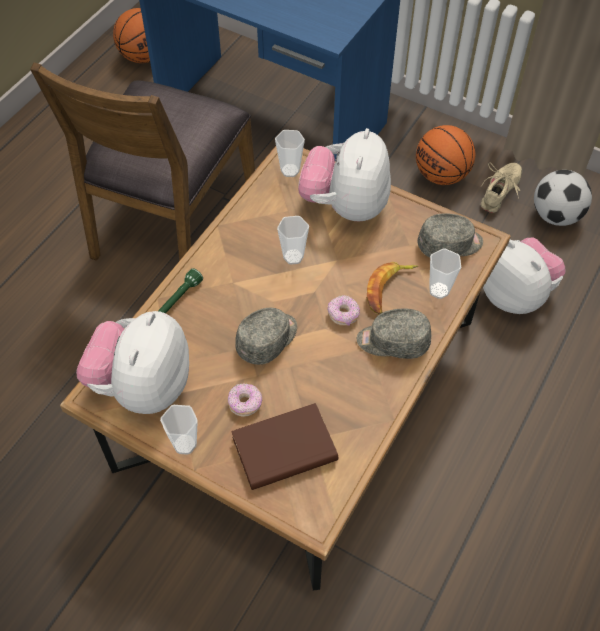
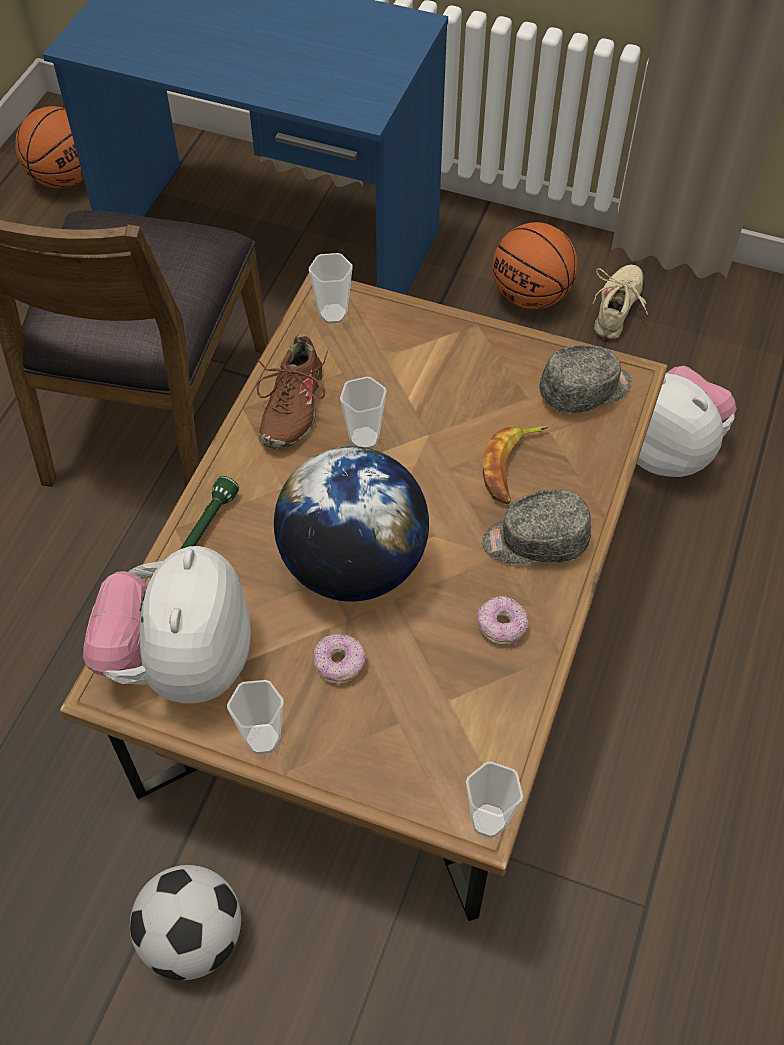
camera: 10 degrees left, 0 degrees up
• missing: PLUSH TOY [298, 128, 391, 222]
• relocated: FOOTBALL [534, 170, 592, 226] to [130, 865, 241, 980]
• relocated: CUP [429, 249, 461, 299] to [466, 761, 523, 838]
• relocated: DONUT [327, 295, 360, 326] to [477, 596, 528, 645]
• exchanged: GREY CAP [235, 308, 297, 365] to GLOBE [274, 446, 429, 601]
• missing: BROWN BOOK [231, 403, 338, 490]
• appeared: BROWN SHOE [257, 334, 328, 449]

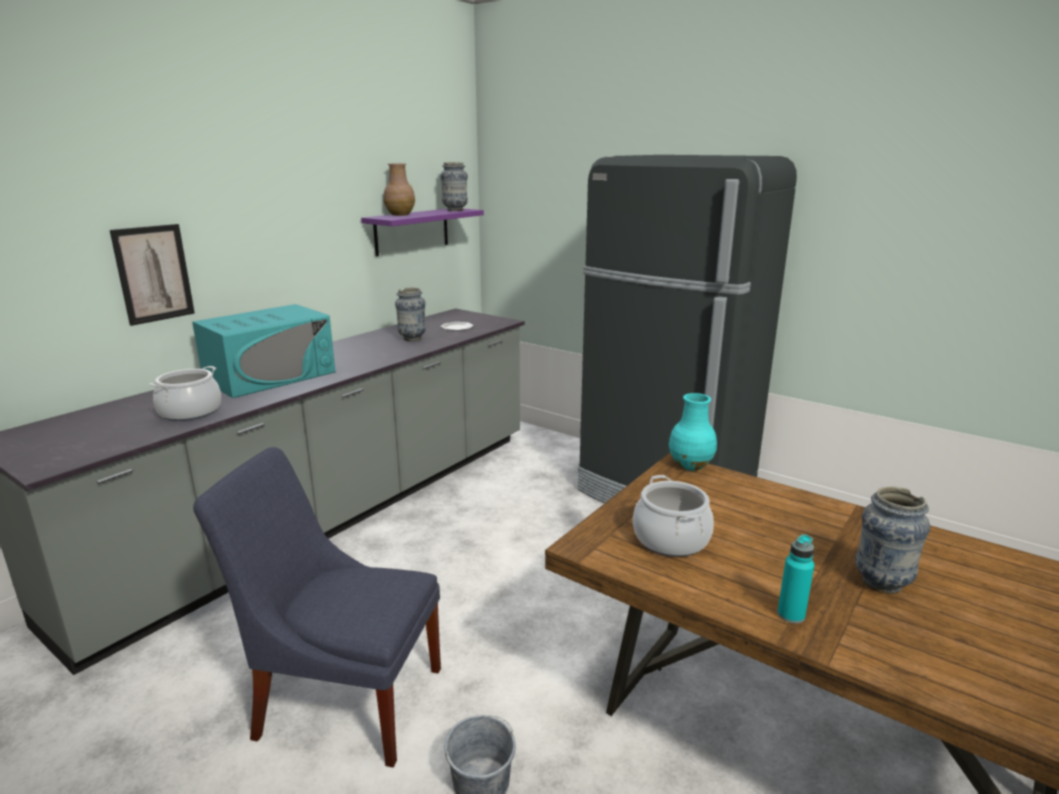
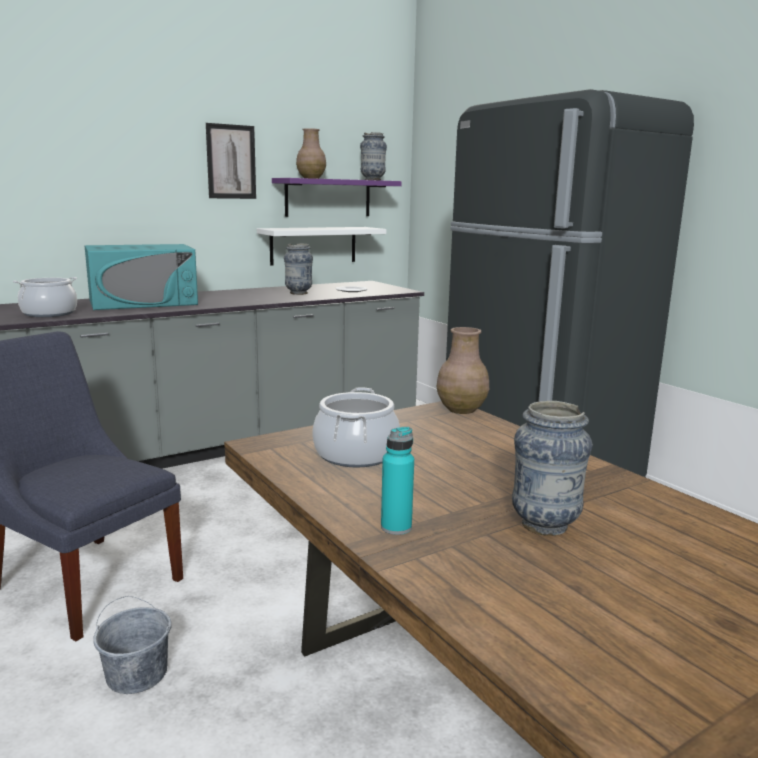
camera: 20 degrees right, 5 degrees down
• relocated: PICTURE [110, 224, 195, 326] to [206, 123, 256, 199]
• colour: TURQUOISE VASE [669, 393, 717, 471] to BROWN VASE [437, 327, 489, 414]
• appeared: WHITE SHELF [257, 227, 386, 266]

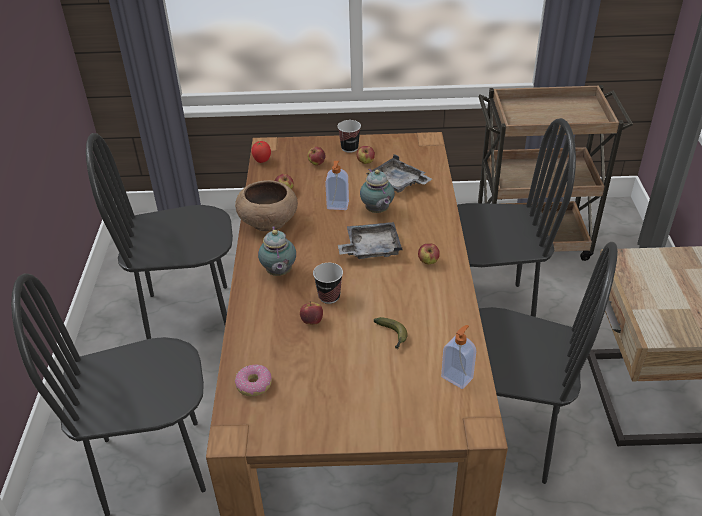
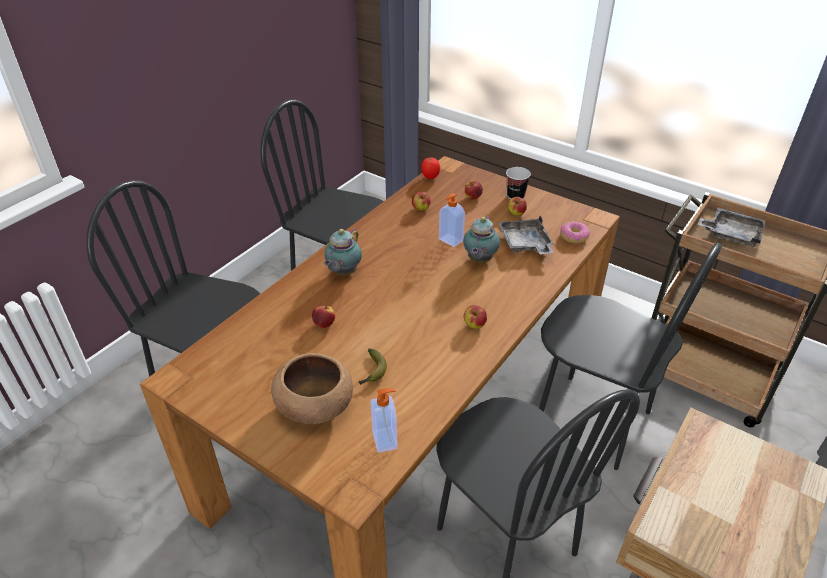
camera: 35 degrees right, 0 degrees up
• relocated: BROWN BOWL [235, 180, 298, 231] to [271, 353, 353, 424]
• relocated: GREY TRAY [338, 222, 403, 259] to [698, 208, 766, 247]
• missing: CUP [313, 263, 343, 304]
• relocated: DONUT [235, 365, 272, 397] to [560, 222, 590, 243]

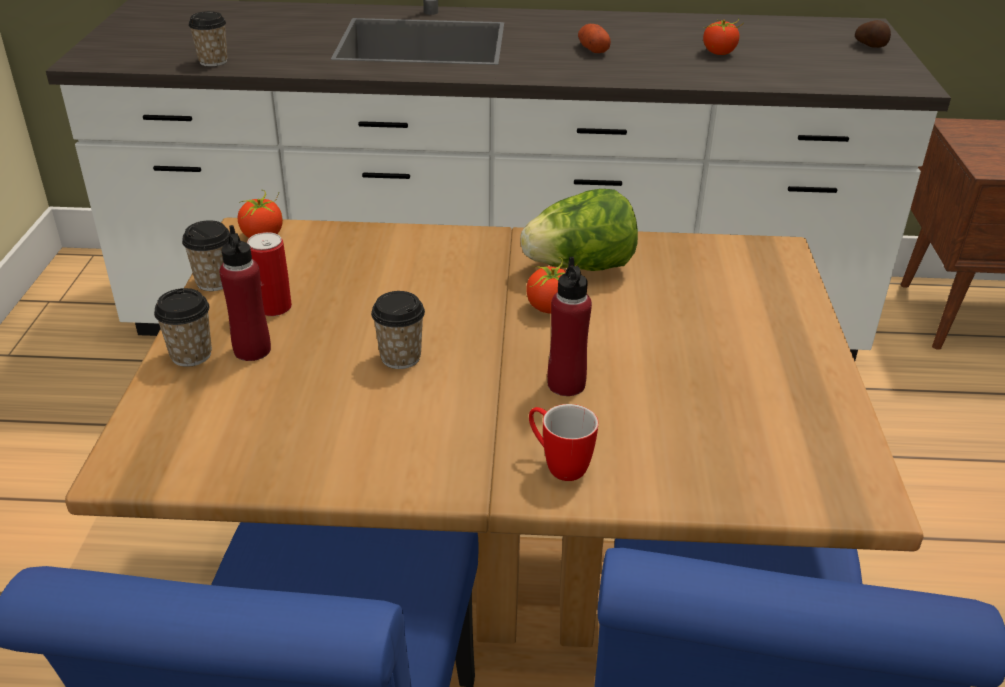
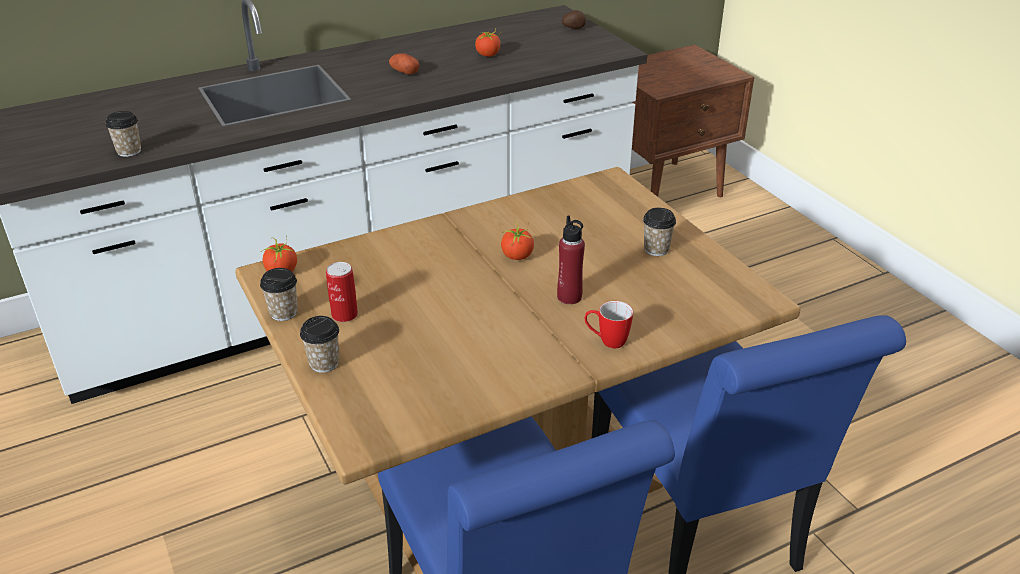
camera: 30 degrees left, 0 degrees up
• missing: LETTUCE [520, 189, 638, 271]
• missing: RED BOTTLE [219, 225, 271, 361]
• relocated: CUP [371, 291, 425, 369] to [643, 208, 676, 256]

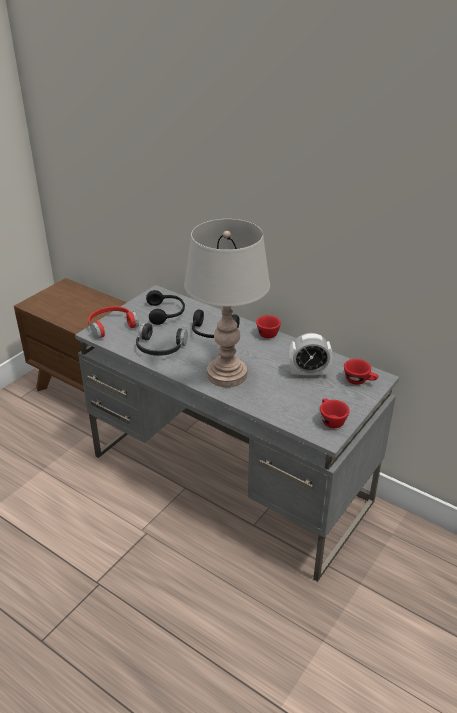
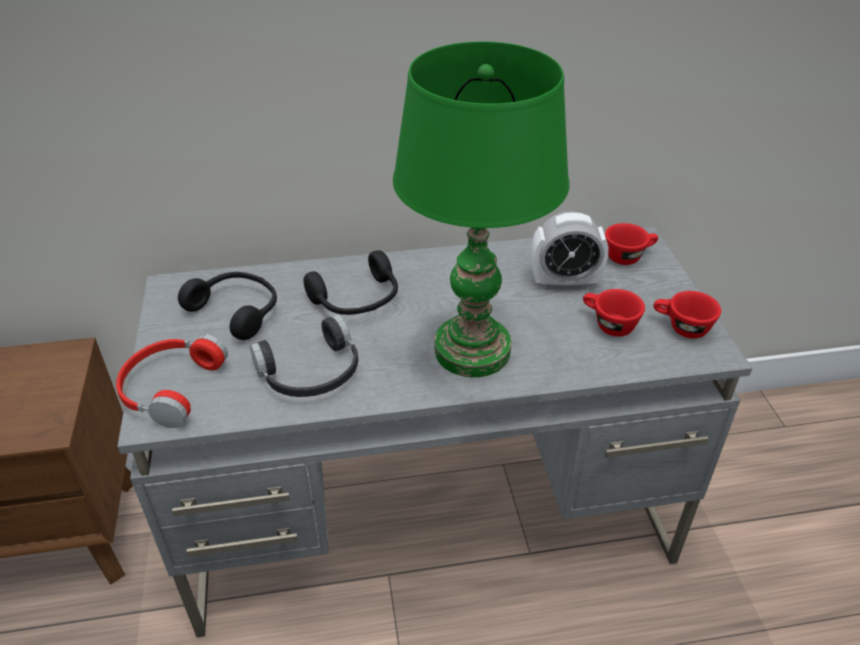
camera: 45 degrees left, 5 degrees up
• colour: GREY TABLE LAMP [184, 219, 270, 387] to GREEN TABLE LAMP [393, 41, 569, 377]
• relocated: RED CUP [256, 315, 281, 338] to [583, 289, 645, 337]
• spun: ALARM CLOCK [289, 333, 333, 378] = [532, 212, 608, 290] 45 degrees clockwise

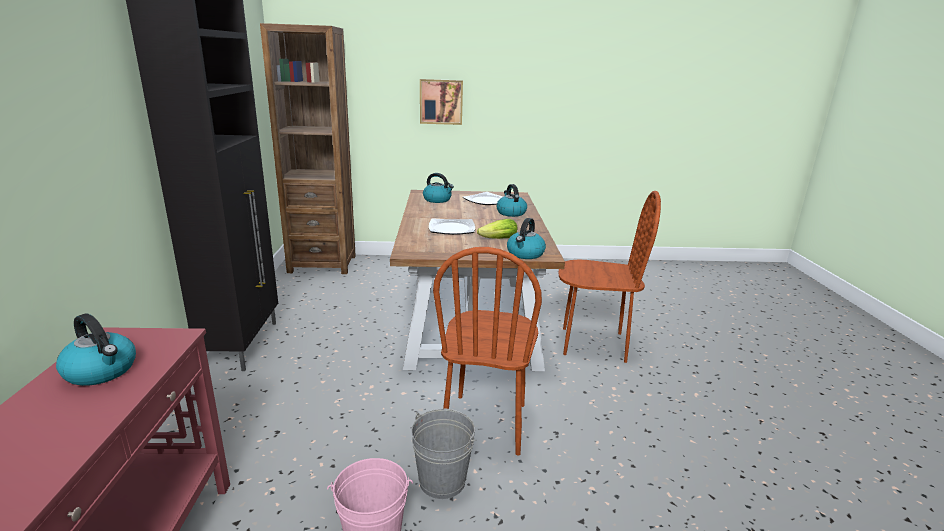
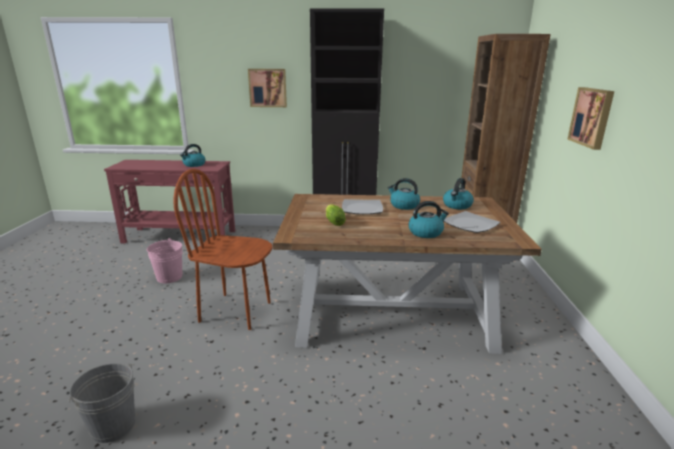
camera: 95 degrees right, 0 degrees up
• missing: BROWN CHAIR [559, 191, 661, 363]
• relocated: KETTLE [507, 218, 546, 259] to [388, 178, 420, 210]
• relocated: GREY BUCKET [411, 408, 476, 499] to [69, 363, 135, 443]
• appeared: PICTURE [248, 69, 287, 107]

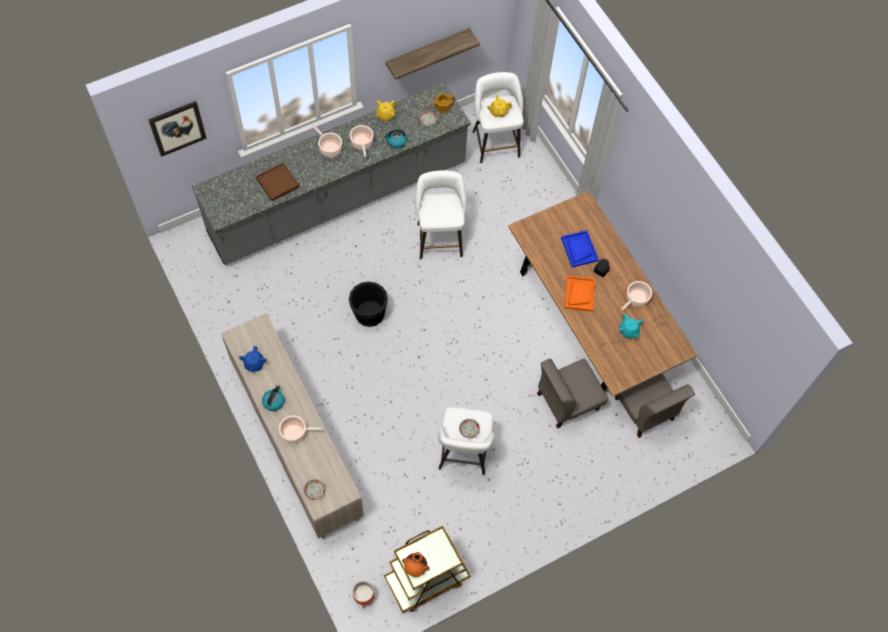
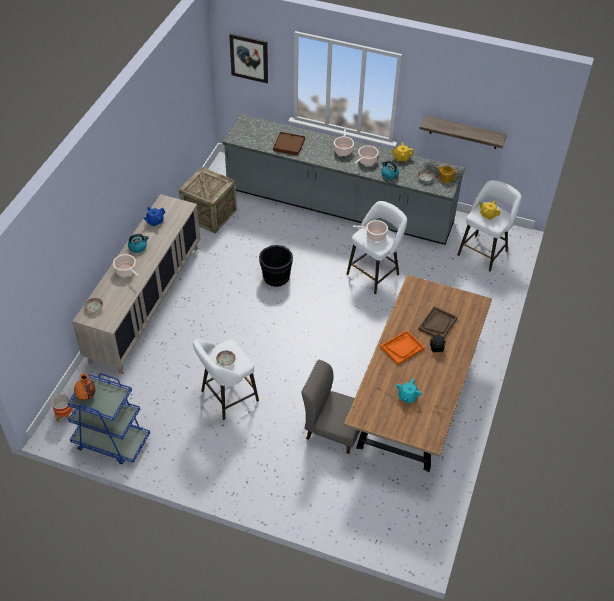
camera: 50 degrees right, 15 degrees down
• colour: BLUE TRAY [561, 230, 599, 267] to BROWN TRAY [418, 306, 458, 337]
• relocated: COOKING POT [621, 281, 652, 310] to [353, 220, 388, 241]
• missing: GREY CHAIR [615, 373, 695, 438]
• colour: BROWN CART [384, 526, 470, 613] to BLUE CART [68, 373, 150, 464]
• appeared: CRATE [179, 167, 237, 233]

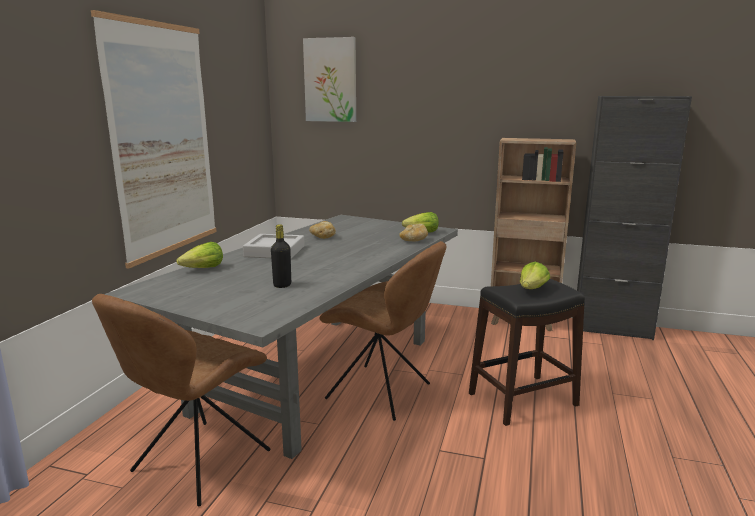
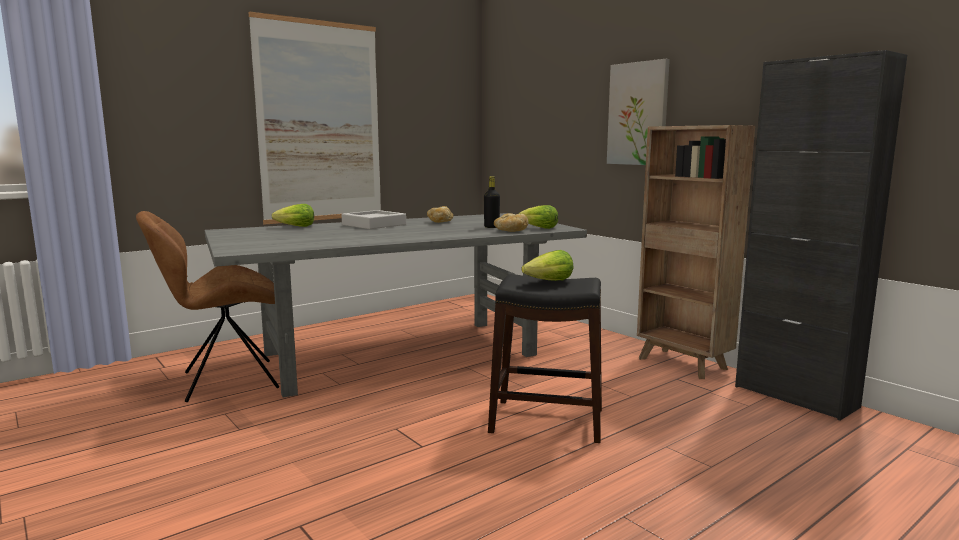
camera: 35 degrees right, 5 degrees down
• relocated: PICTURE [303, 37, 356, 122] to [607, 59, 670, 165]
• relocated: BLACK BOTTLE [271, 224, 291, 288] to [484, 176, 500, 228]
• missing: BROWN CHAIR [319, 241, 446, 421]

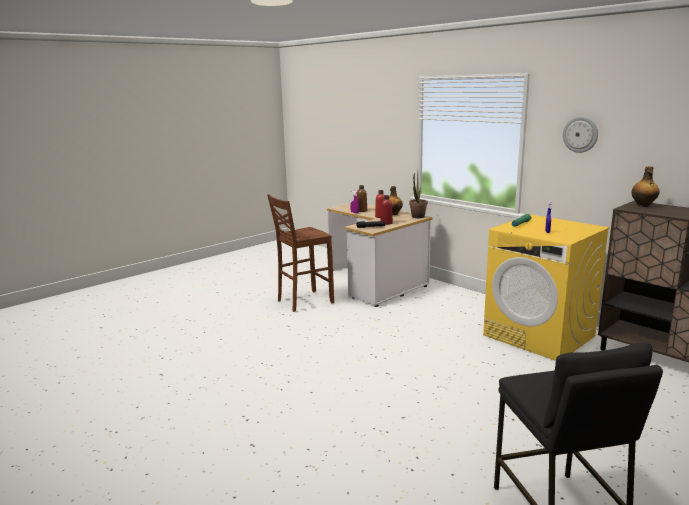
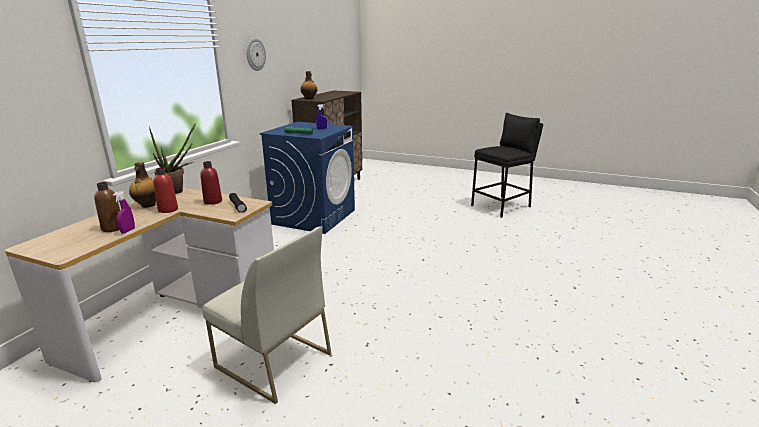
camera: 115 degrees left, 5 degrees up
• exchanged: BROWN STOOL [267, 194, 334, 312] to WHITE CHAIR [202, 226, 332, 404]
• colour: YELLOW WASHING MACHINE [483, 215, 610, 361] to BLUE WASHING MACHINE [259, 122, 355, 234]

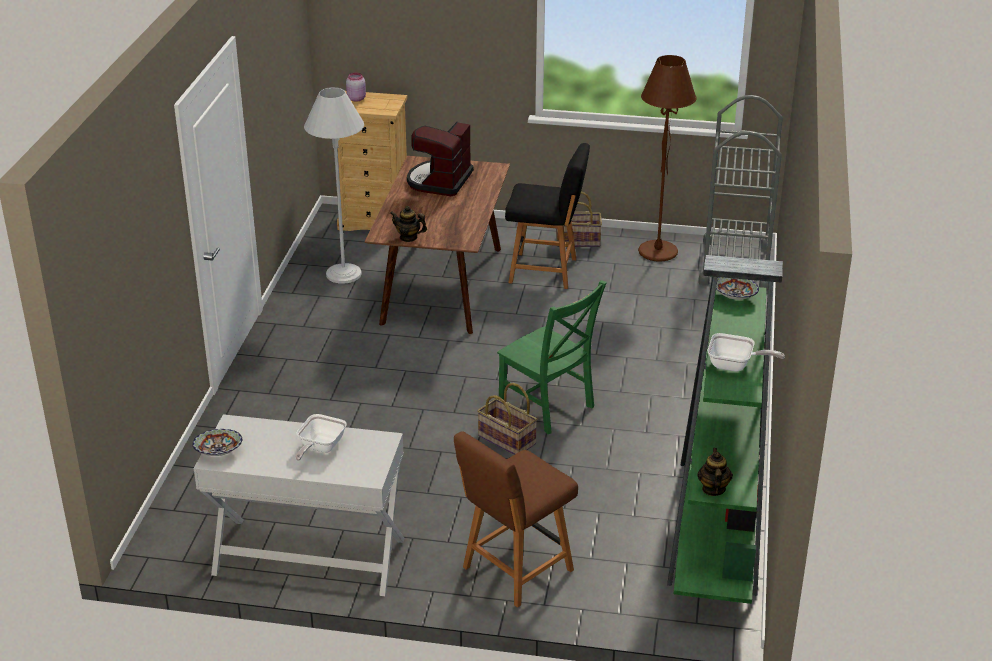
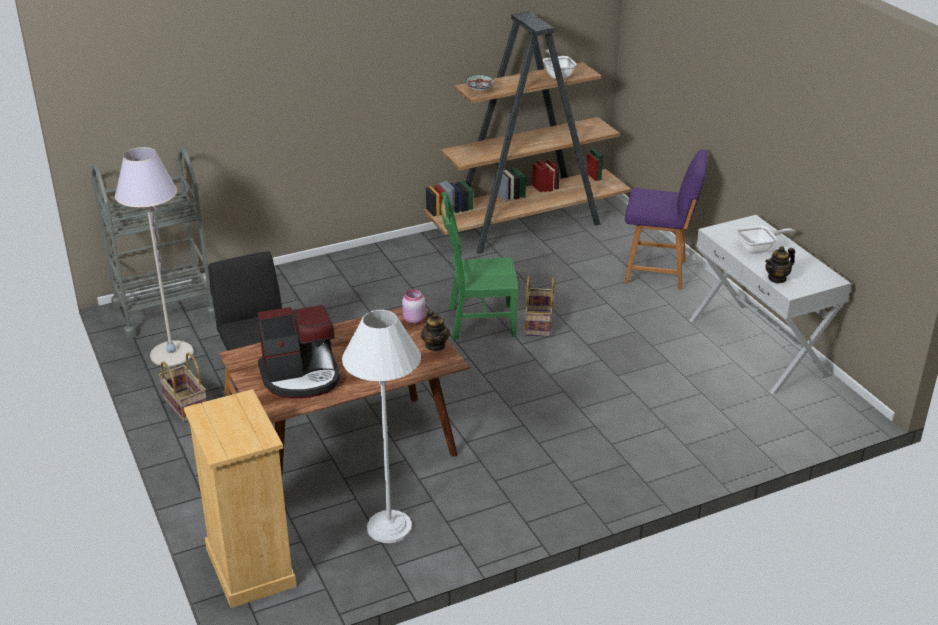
camera: 125 degrees left, 0 degrees up
• colour: BROWN FLOOR LAMP [638, 55, 697, 262] to GREY FLOOR LAMP [115, 147, 194, 367]
• relocated: PINK JAR [346, 73, 366, 102] to [402, 290, 426, 324]
• colour: GREEN BOOKCASE [667, 255, 783, 604] to BROWN BOOKCASE [424, 11, 631, 254]
• spun: GREEN CHAIR [497, 280, 607, 434] = [441, 192, 518, 340] 105 degrees counterclockwise
• missing: BOWL [192, 429, 242, 456]
• colour: BROWN CHAIR [454, 432, 578, 608] to PURPLE CHAIR [624, 150, 708, 290]
• relocated: TEAPOT [697, 448, 733, 496] to [765, 246, 795, 284]

